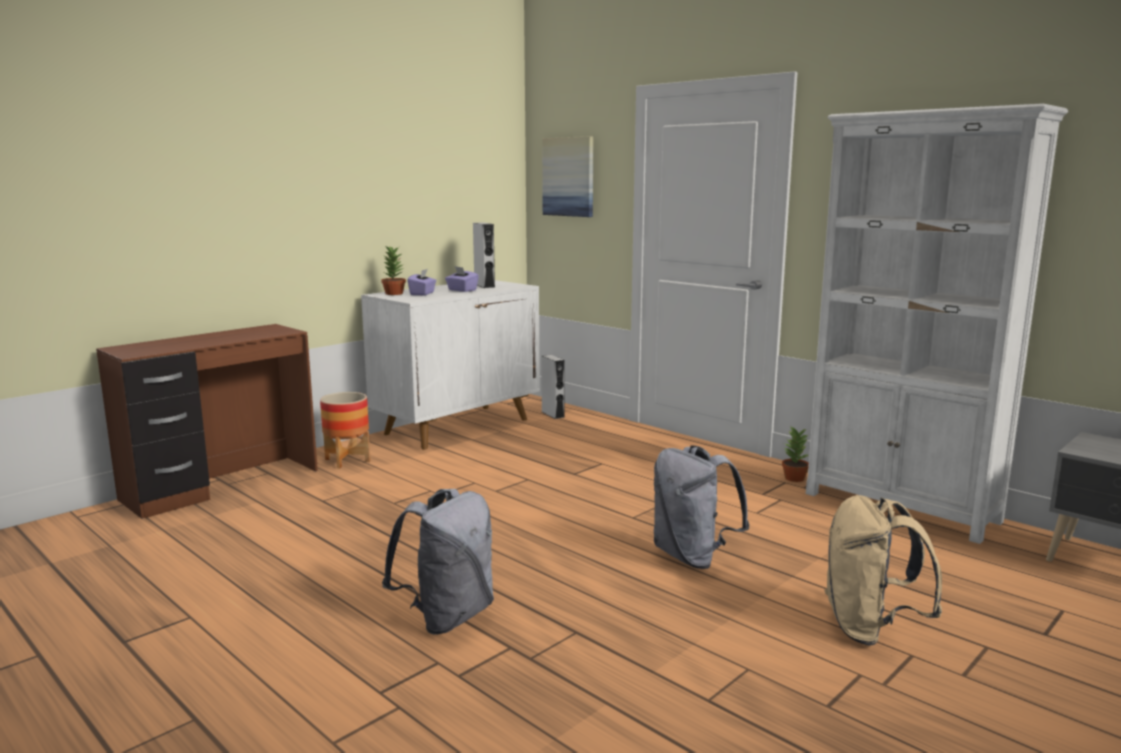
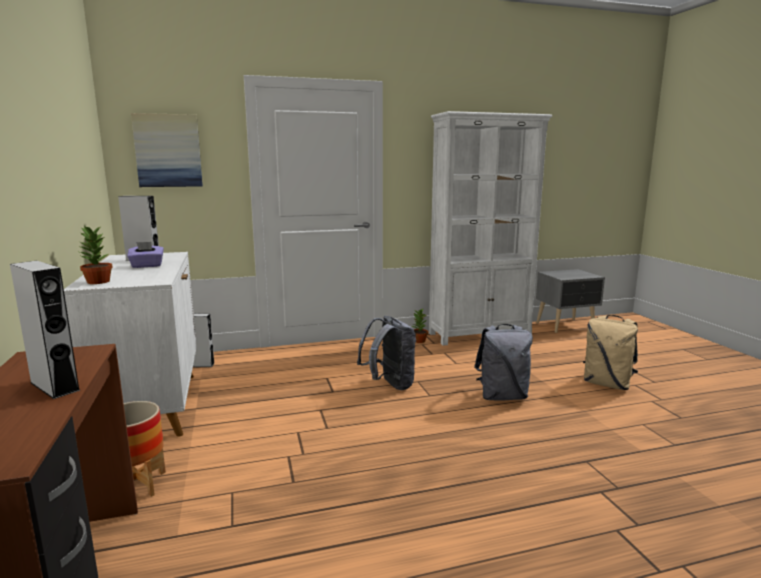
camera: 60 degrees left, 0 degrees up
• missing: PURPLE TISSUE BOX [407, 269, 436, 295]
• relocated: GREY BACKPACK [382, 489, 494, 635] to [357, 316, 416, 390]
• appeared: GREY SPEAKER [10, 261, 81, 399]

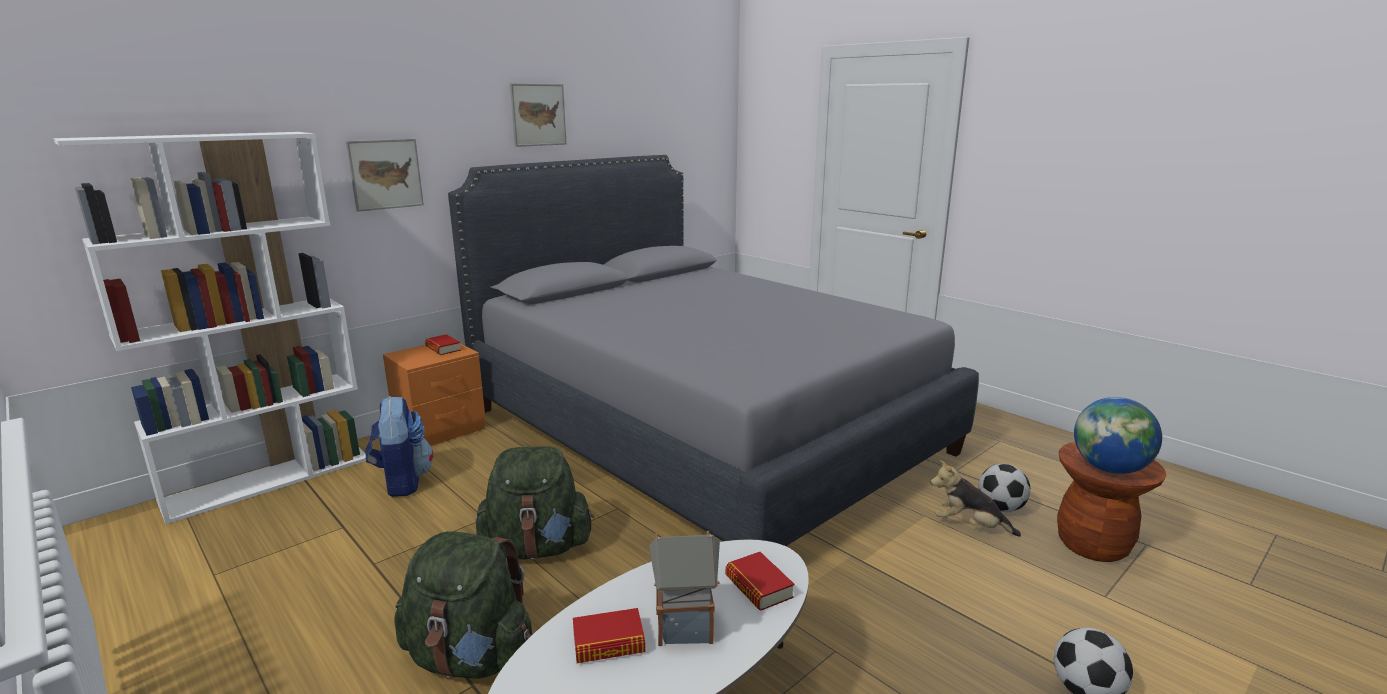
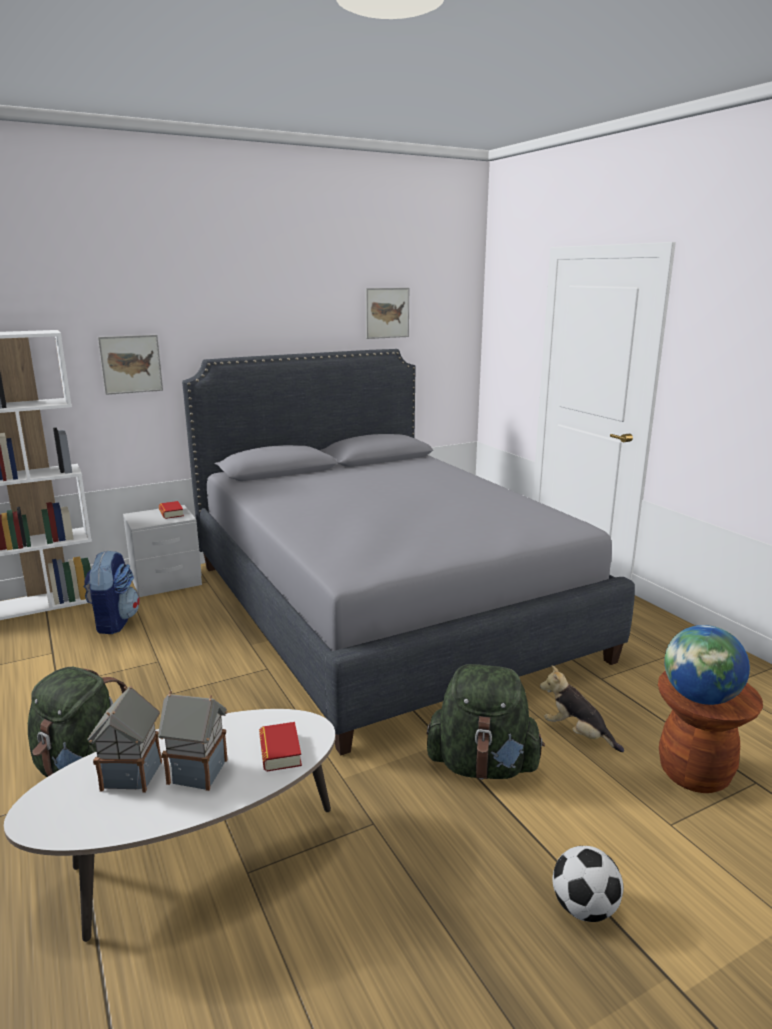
camera: 15 degrees right, 0 degrees up
• relocated: PICTURE [510, 83, 567, 147] to [366, 288, 409, 339]
• colour: ORANGE NIGHTSTAND [383, 343, 485, 446] to GREY NIGHTSTAND [123, 505, 202, 597]
• relocated: GREEN BACKPACK [476, 446, 594, 560] to [427, 664, 545, 780]
• missing: FOOTBALL [979, 464, 1030, 512]
• exchanged: BOOK [573, 608, 645, 663] to TOY HOUSE [87, 686, 162, 793]

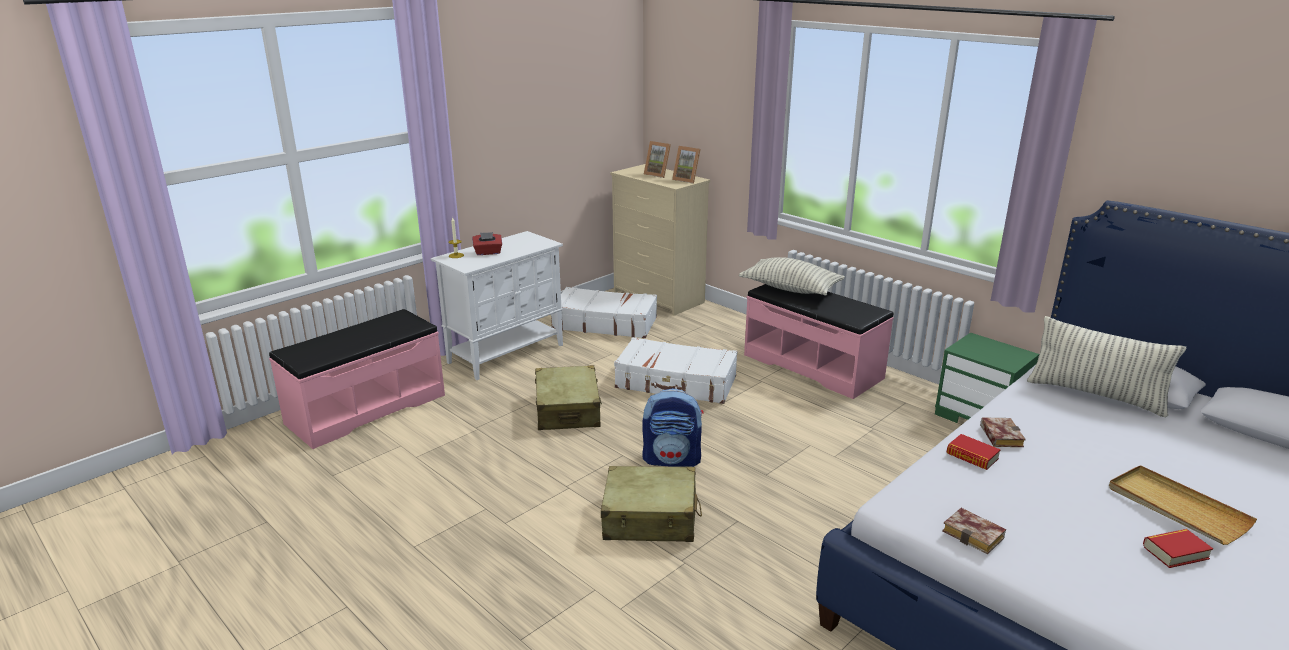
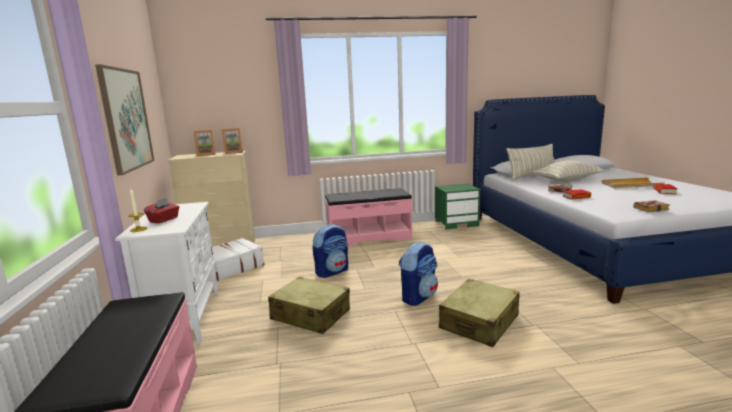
camera: 55 degrees left, 10 degrees down
• relocated: PILLOW [739, 257, 845, 295] to [532, 160, 604, 182]
• exchanged: WHITE SUITCASE [614, 337, 737, 404] to BACKPACK [313, 224, 348, 278]
• appeared: PICTURE [95, 64, 155, 176]

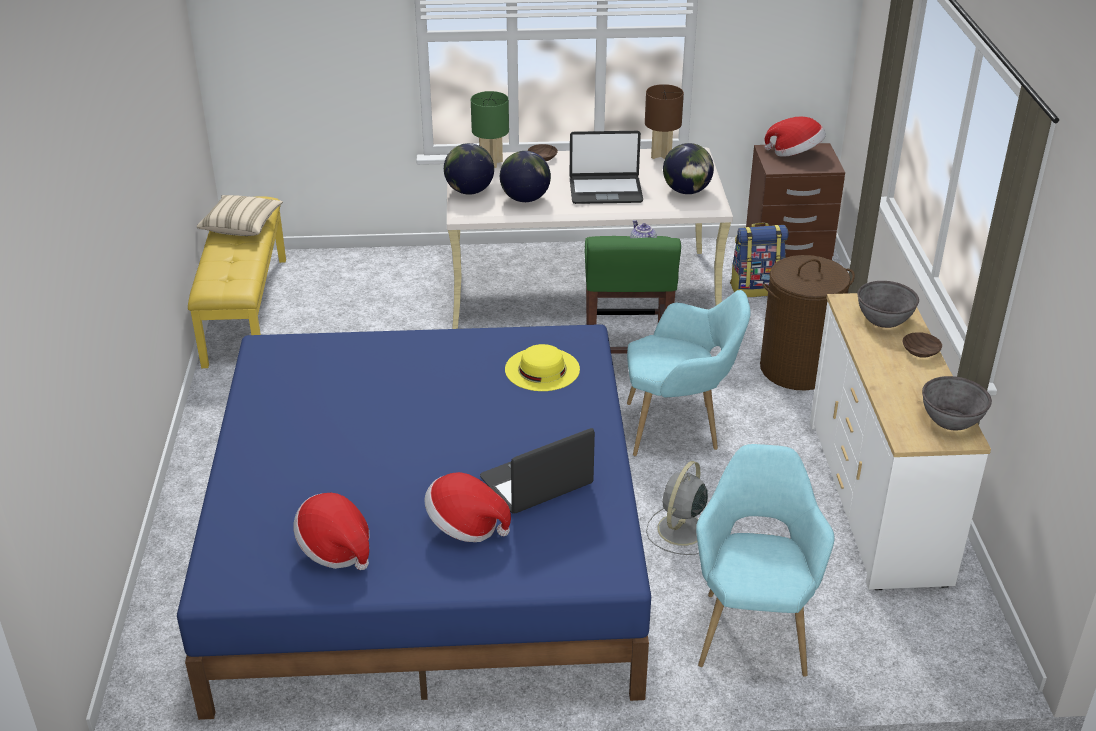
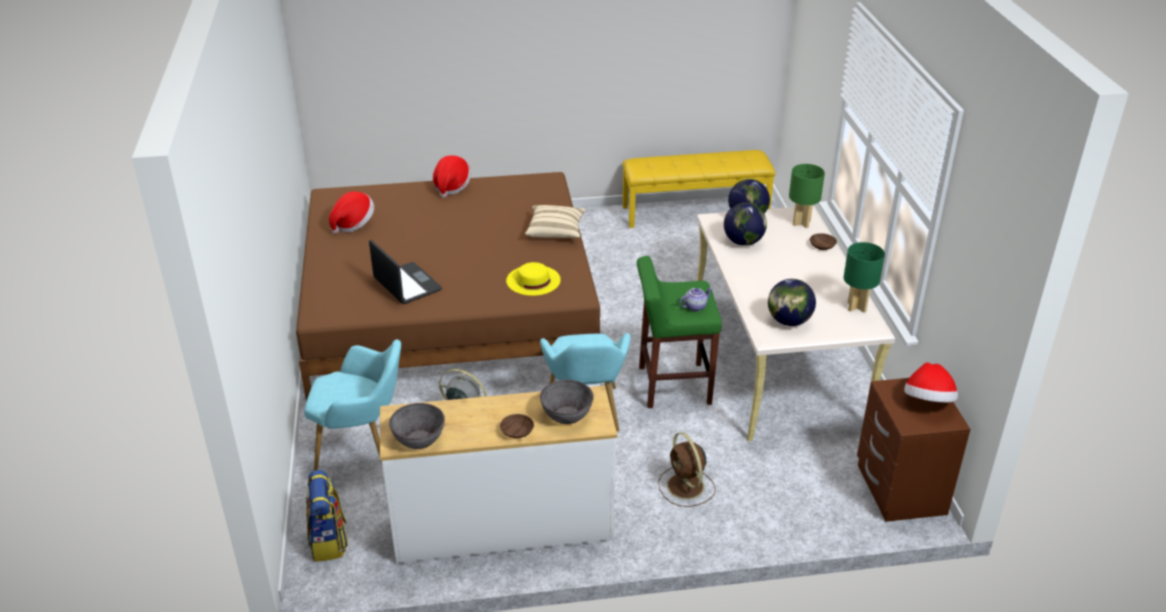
camera: 85 degrees right, 0 degrees up
• colour: BROWN TABLE LAMP [645, 84, 684, 159] to GREEN TABLE LAMP [843, 242, 885, 313]
• missing: LAPTOP [570, 131, 643, 204]
• relocated: BEIGE PILLOW [197, 195, 283, 236] to [525, 205, 586, 238]
• relocated: BACKPACK [730, 223, 789, 297] to [306, 470, 348, 562]
• exchanged: BROWN LAUNDRY BASKET [760, 255, 855, 390] to BROWN FAN [658, 432, 716, 507]
• colour: BLUE BED [177, 324, 651, 720] to BROWN BED [296, 172, 600, 401]
• relocated: HAT [424, 472, 511, 542] to [432, 156, 471, 198]

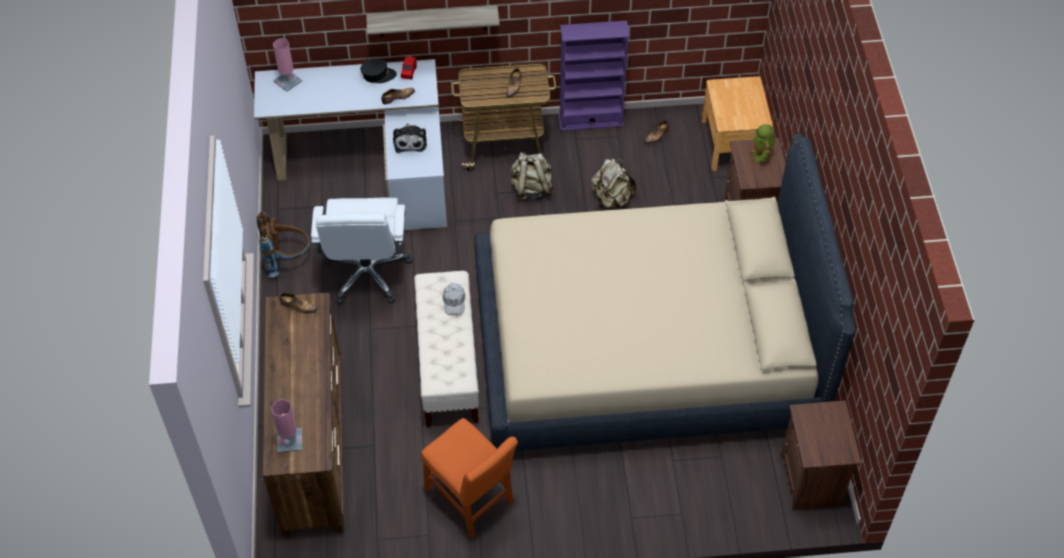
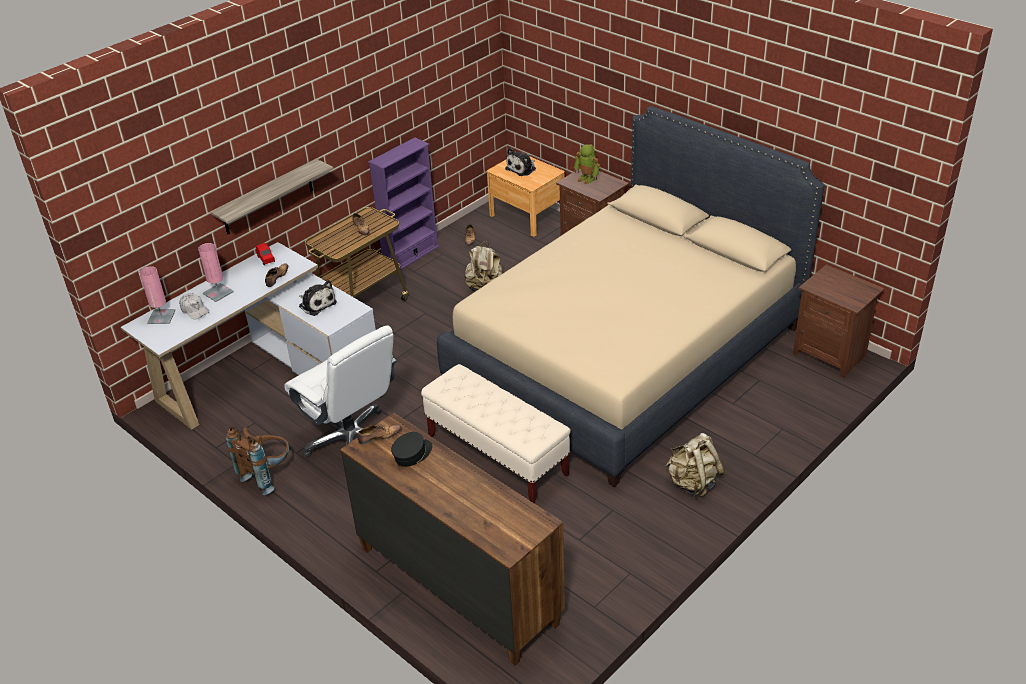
camera: 40 degrees left, 15 degrees down
• relocated: BLACK CAP [360, 59, 397, 83] to [391, 432, 432, 467]
• relocated: BEIGE BACKPACK [511, 152, 554, 200] to [665, 433, 725, 498]
• relocated: WHITE CAP [443, 284, 465, 315] to [179, 294, 209, 320]
• relocated: PINK TABLE LAMP [272, 400, 303, 453] to [198, 243, 234, 302]
• missing: ORANGE CHAIR [421, 418, 518, 538]
• appeared: PLUSH TOY [505, 148, 536, 176]

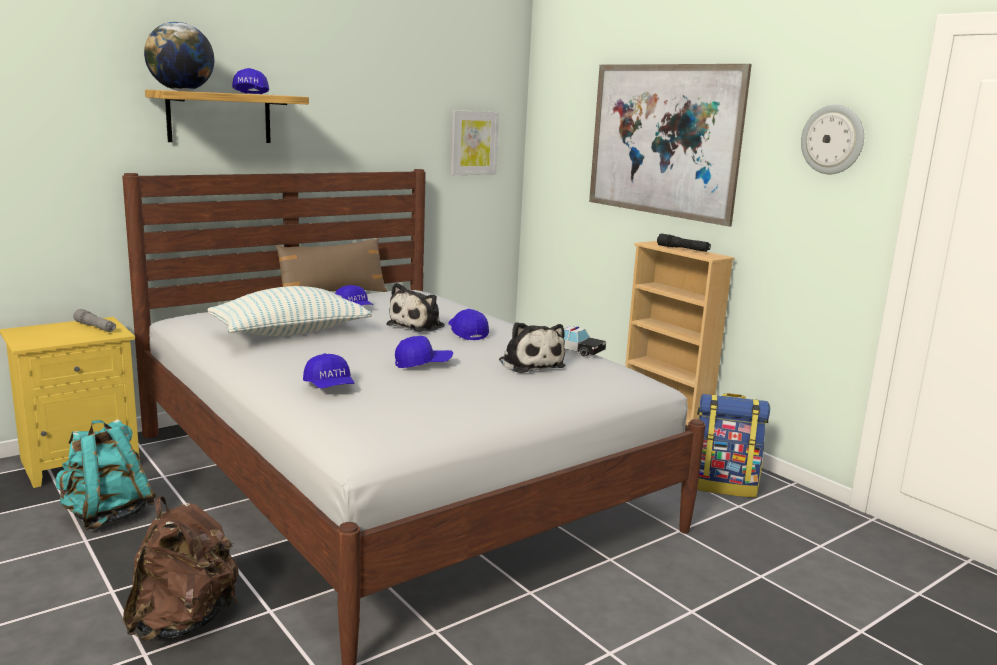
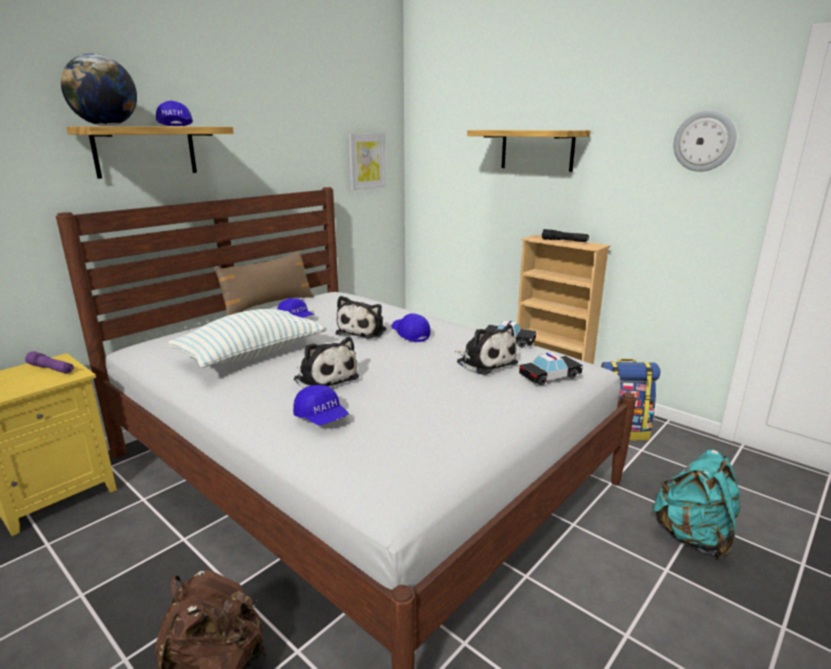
camera: 10 degrees left, 5 degrees up
• exchanged: PICTURE [589, 64, 752, 227] to SHELF [467, 130, 590, 172]
• colour: GREY FLASHLIGHT [73, 309, 116, 332] to PURPLE FLASHLIGHT [25, 351, 74, 374]
• missing: BLUE CAP [395, 336, 453, 368]
• relocated: TURQUOISE BACKPACK [55, 419, 157, 530] to [653, 450, 740, 559]
• appeared: PLUSH TOY [294, 337, 359, 389]
• appeared: TOY CAR [519, 353, 583, 385]

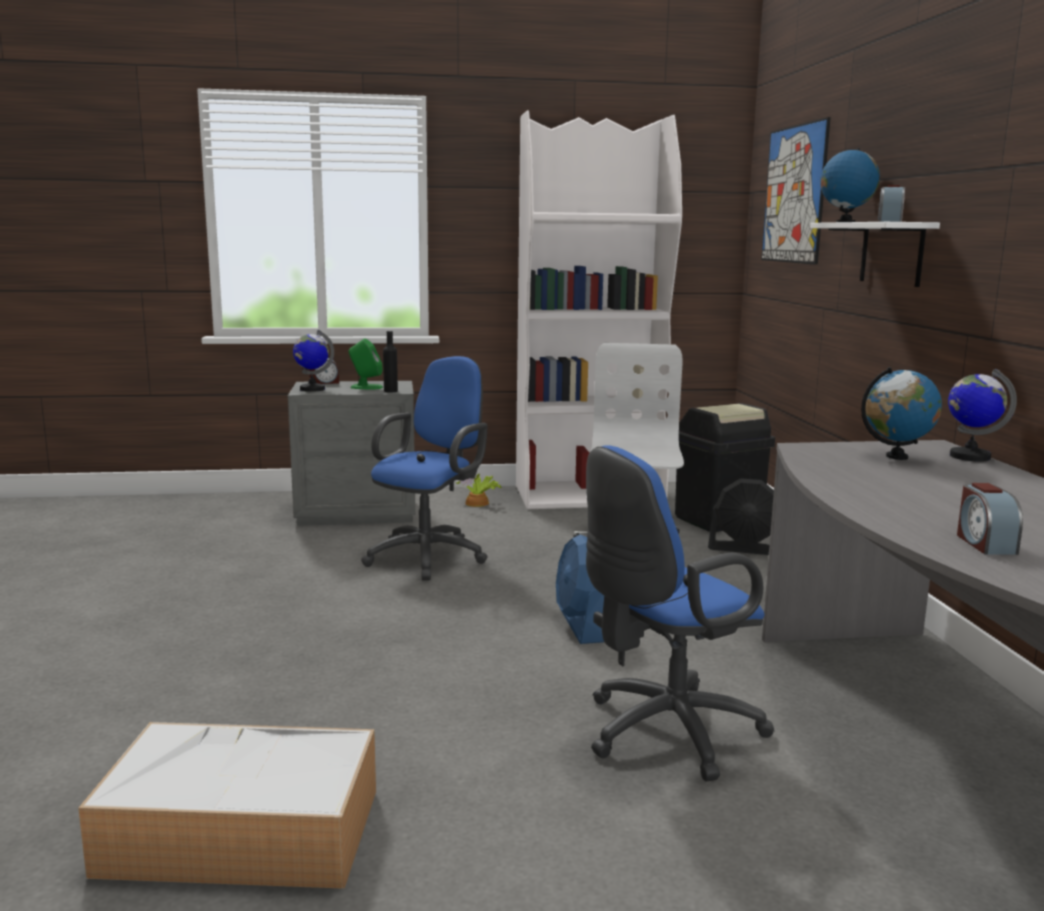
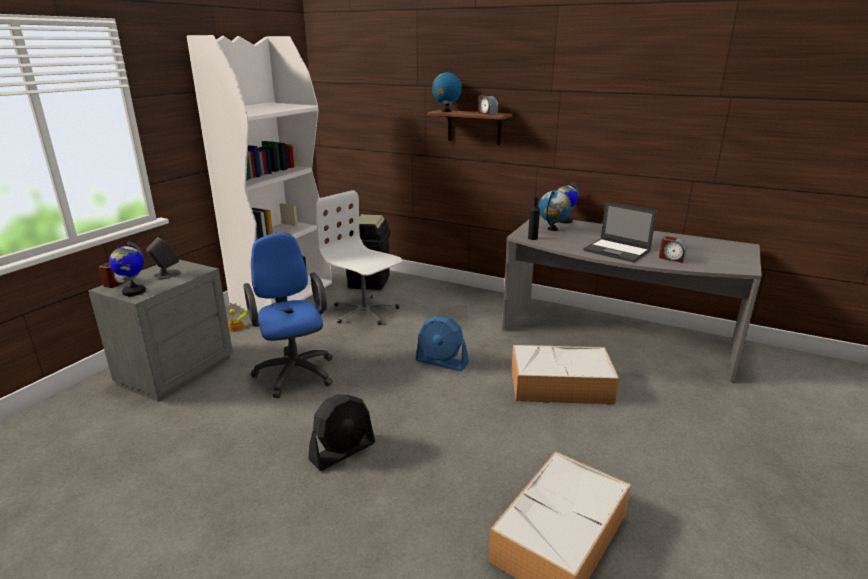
camera: 55 degrees left, 10 degrees up
• missing: PICTURE [761, 117, 831, 265]
• colour: WHITE SHELF [810, 222, 940, 287] to BROWN SHELF [427, 110, 512, 145]
• relocated: BLACK BOTTLE [383, 331, 398, 392] to [528, 196, 540, 240]
• colour: GREEN SPEAKER [349, 339, 383, 389] to GREY SPEAKER [146, 237, 181, 280]
• exchanged: BLUE OFFICE CHAIR [586, 445, 775, 781] to STORAGE BOX [512, 345, 619, 404]
• relocated: BLACK FAN [708, 478, 774, 555] to [308, 394, 375, 471]
• appeared: LAPTOP [583, 201, 657, 263]

